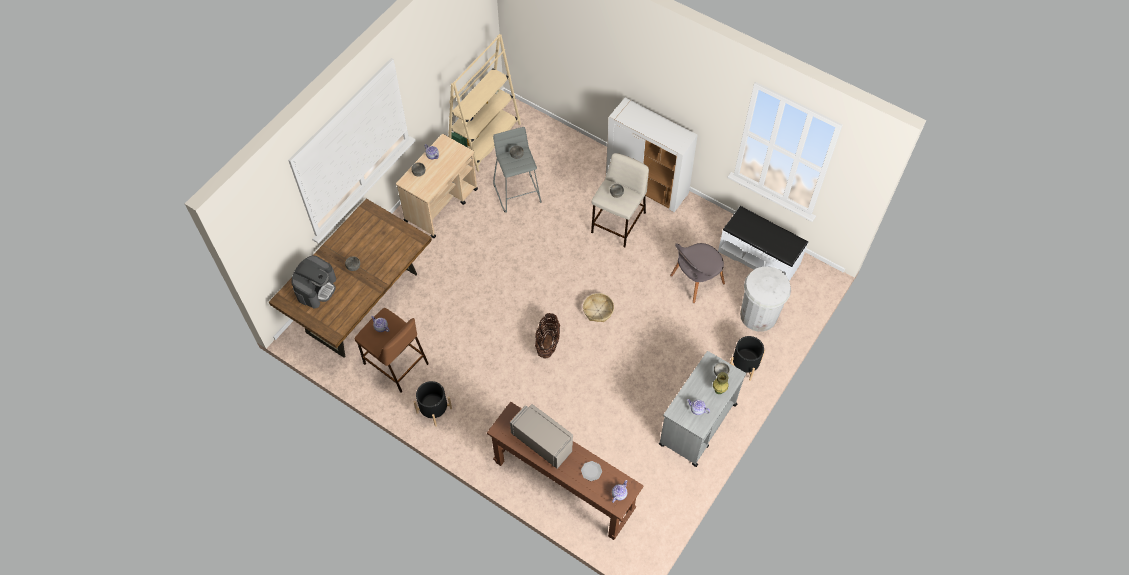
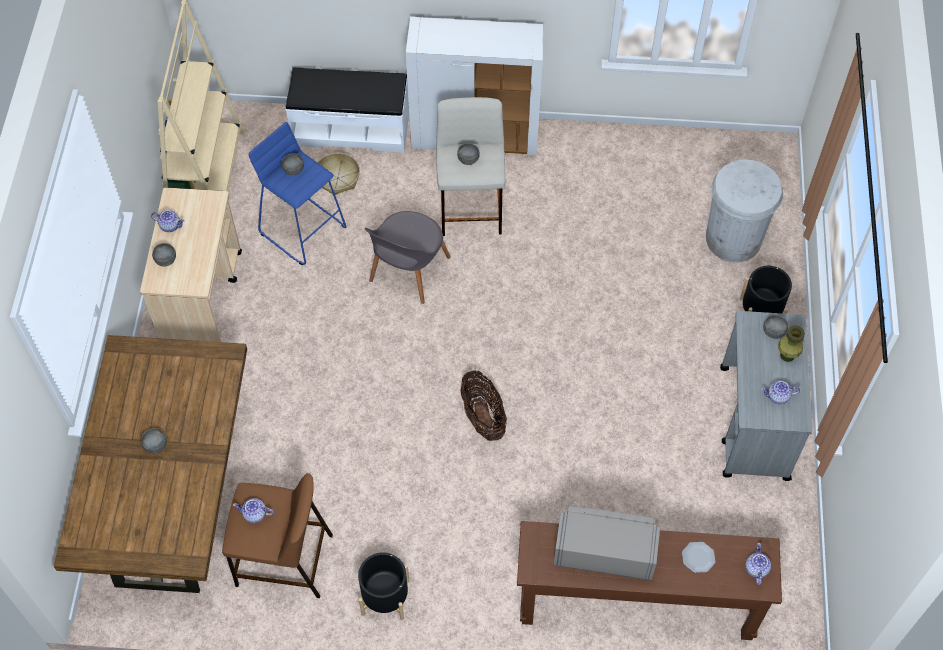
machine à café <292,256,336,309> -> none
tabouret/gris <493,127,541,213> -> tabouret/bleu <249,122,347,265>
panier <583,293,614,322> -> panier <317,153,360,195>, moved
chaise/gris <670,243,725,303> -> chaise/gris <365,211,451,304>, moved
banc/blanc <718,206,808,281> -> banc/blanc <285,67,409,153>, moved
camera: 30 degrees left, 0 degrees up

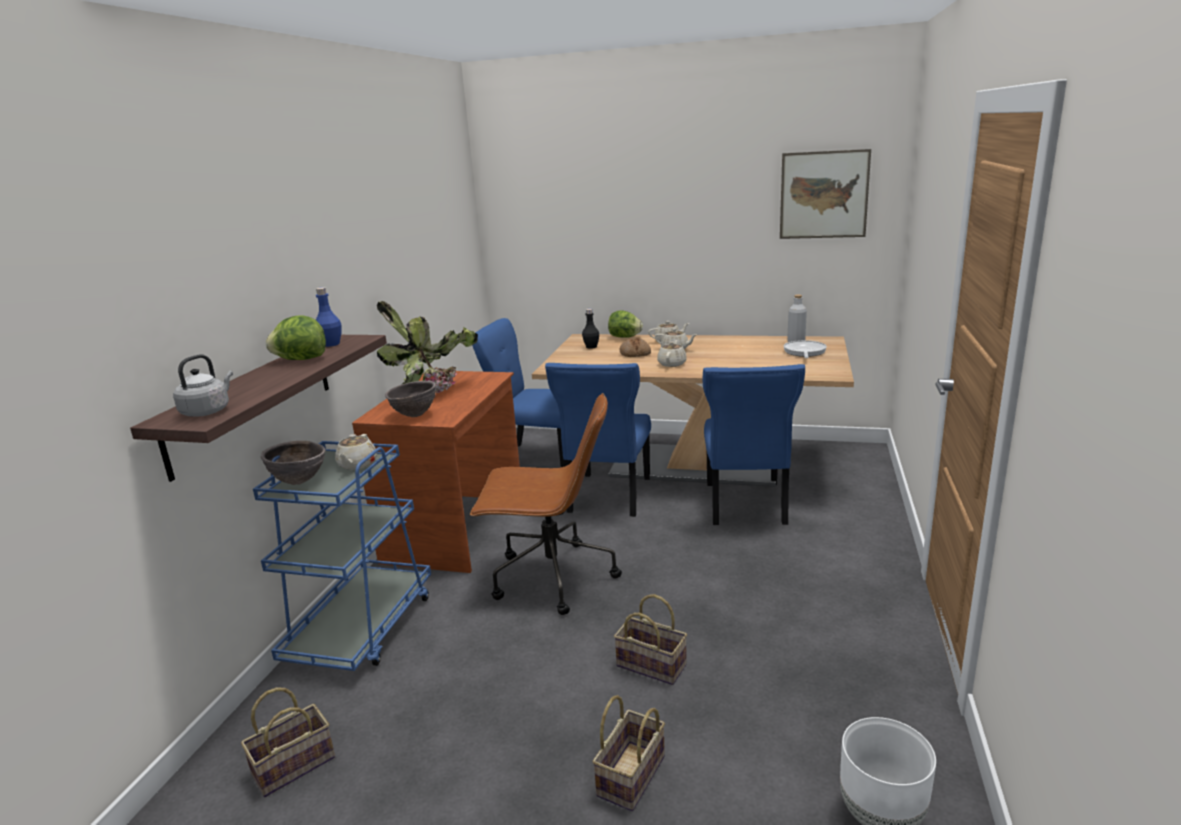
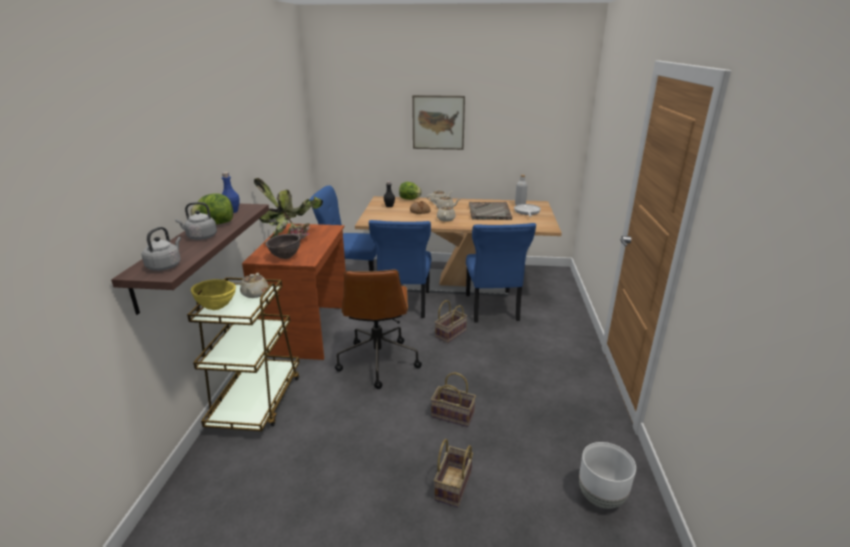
panier <241,687,335,797> -> panier <435,300,467,343>, moved
chariot/bleu <253,441,431,671> -> chariot/marron <187,277,300,431>
bol/marron <261,441,326,485> -> bol/jaune <191,279,236,310>
chaise de bureau/marron <470,393,622,615> -> chaise de bureau/marron <335,270,422,389>, 90 degrees clockwise
tableau <780,149,871,239> -> tableau <412,95,465,150>, moved
none -> bouilloire/gris <175,202,217,240>
none -> plateau/gris <469,202,512,220>
camera: 10 degrees left, 5 degrees up

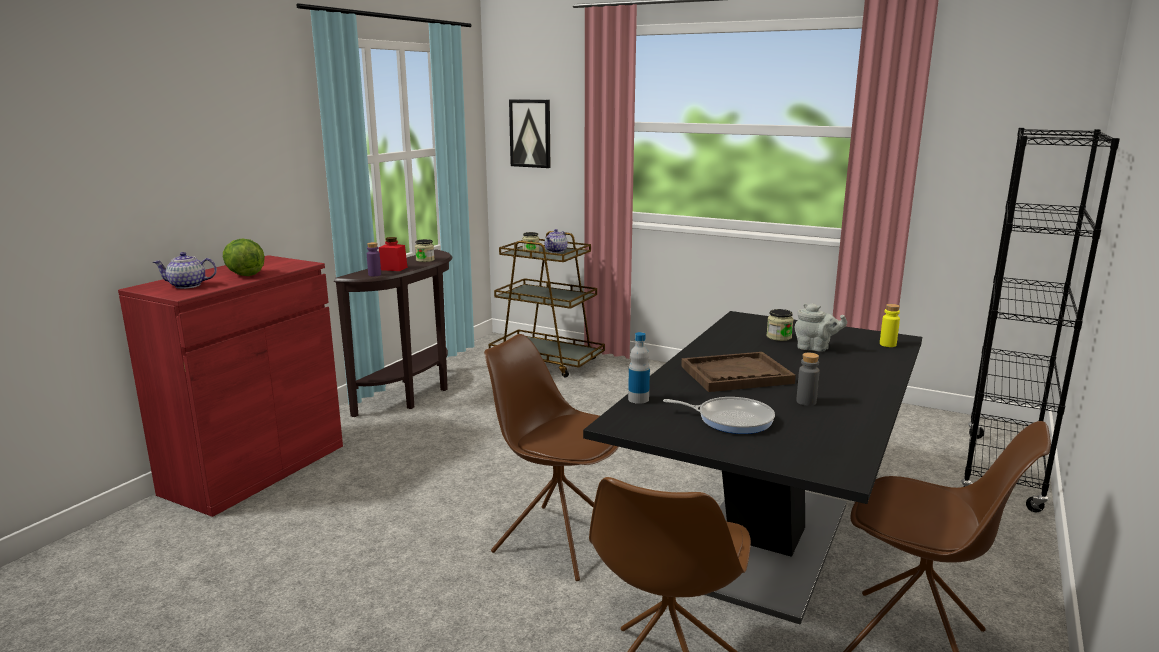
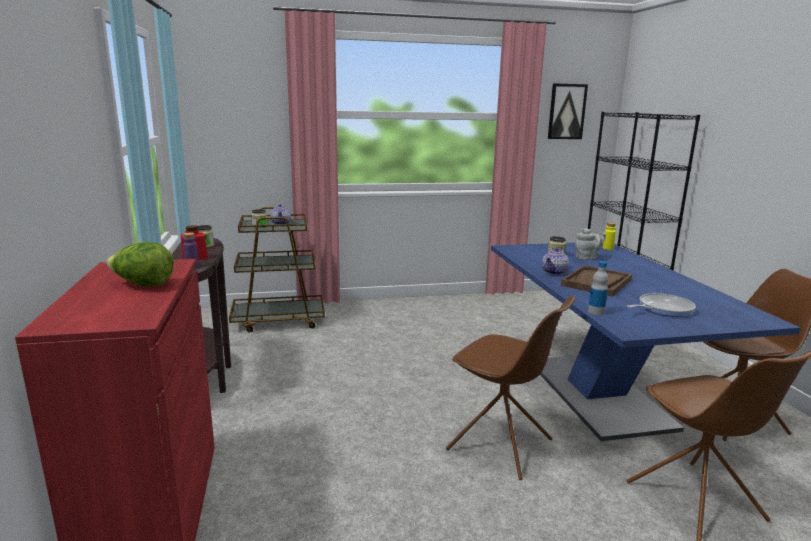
théière <153,252,217,289> -> théière <542,248,569,275>, moved
chaise/marron <484,334,619,581> -> chaise/marron <446,295,575,480>, 135 degrees counterclockwise
tableau <509,99,550,168> -> tableau <548,83,588,139>, moved
table à manger/noir <583,311,922,624> -> table à manger/bleu <491,243,801,441>
bouteille/gris <796,353,820,406> -> none
camera: 40 degrees left, 0 degrees up

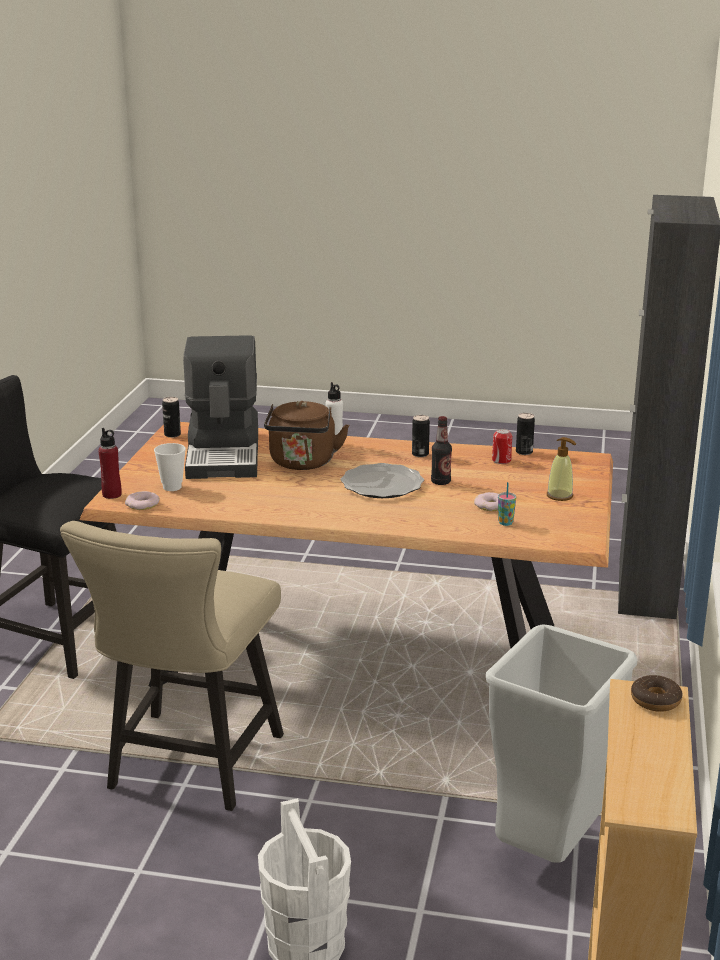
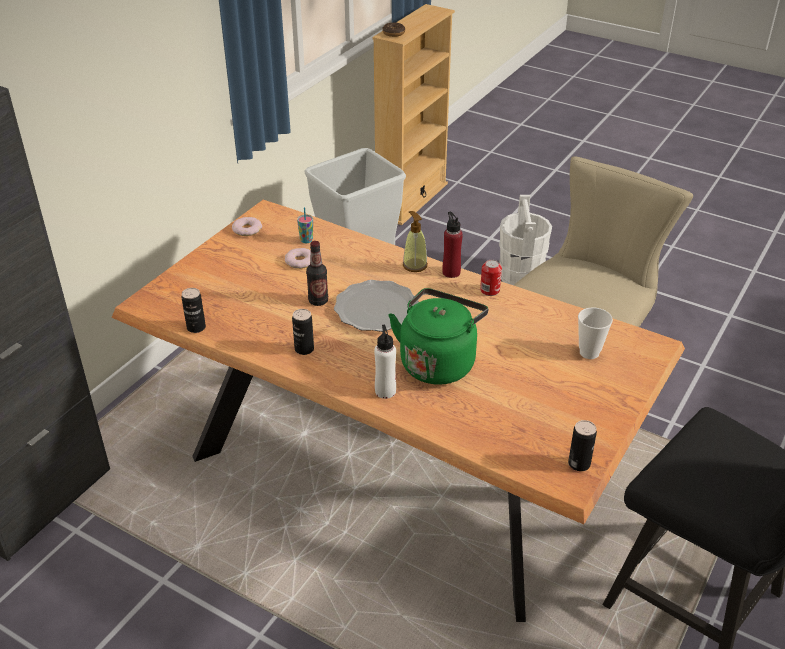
bouteille/rouge <98,428,122,499> -> bouteille/rouge <442,212,463,278>, moved
beignet <125,491,160,510> -> beignet <232,217,262,236>, moved
machine à café <183,335,258,479> -> none
bouilloire/marron <264,401,349,470> -> bouilloire/vert <388,288,488,385>
boîte métallique <492,429,512,464> -> boîte métallique <480,260,502,296>, moved
distributeur de savon <547,437,576,501> -> distributeur de savon <403,211,428,272>, moved
camera: 160 degrees left, 15 degrees up

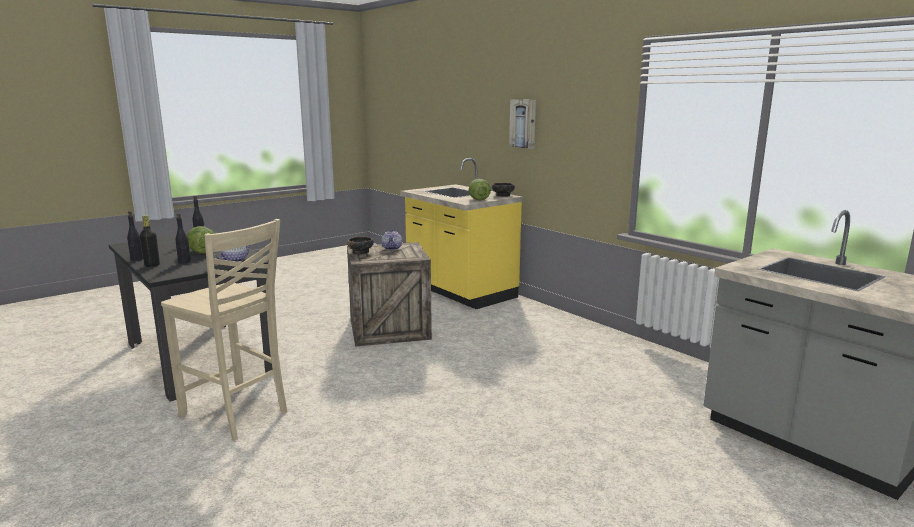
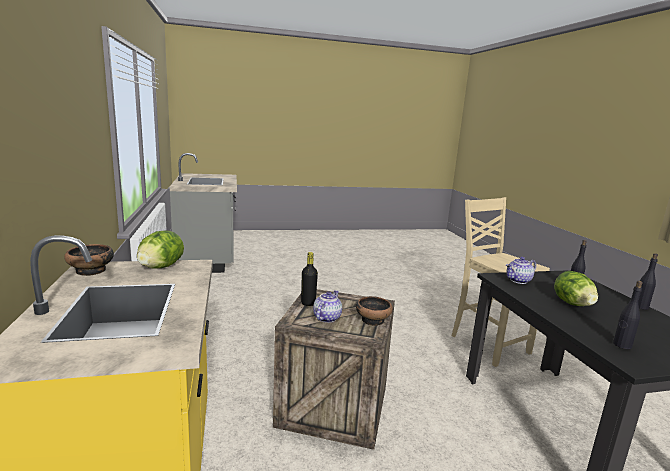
bouteille/noir <140,215,160,267> -> bouteille/noir <301,252,318,306>, moved
tableau <509,99,536,149> -> none
camera: 155 degrees left, 0 degrees up

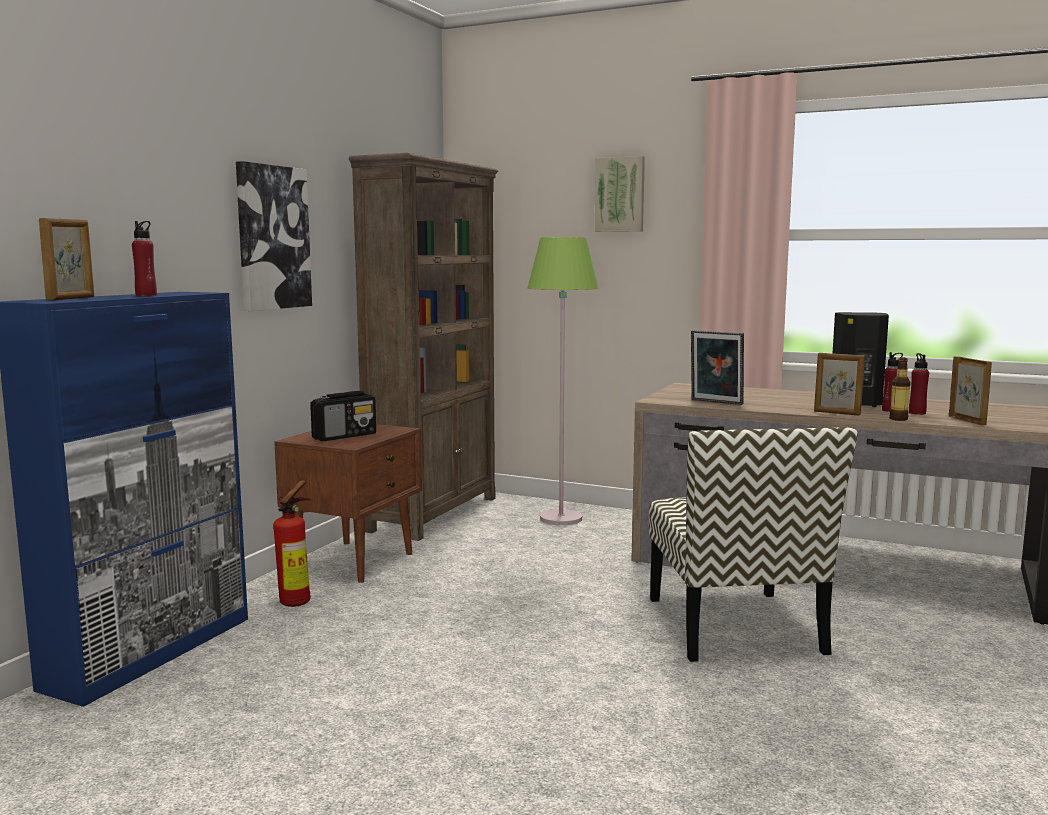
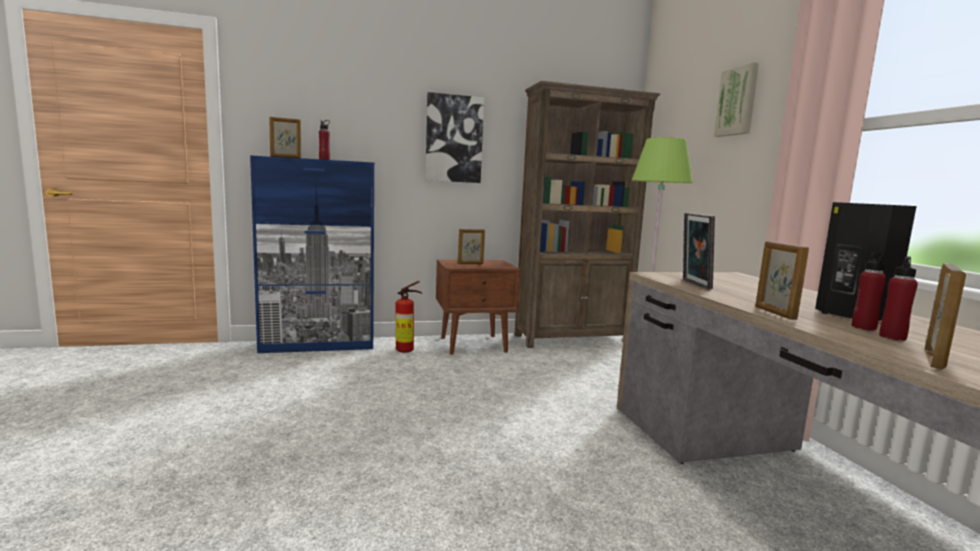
radio <310,391,376,441> -> cadre photo <458,229,485,264>
chaise <649,428,858,662> -> none
bouteille <889,358,911,421> -> none
camera: 50 degrees right, 0 degrees up

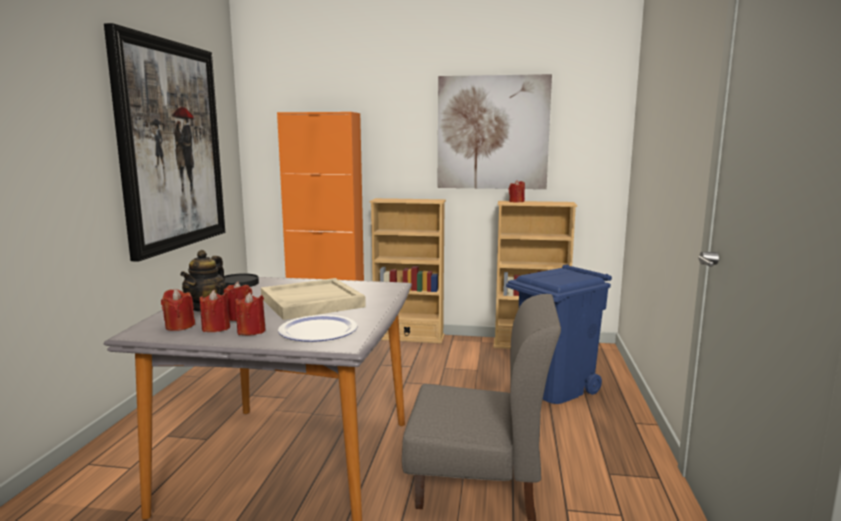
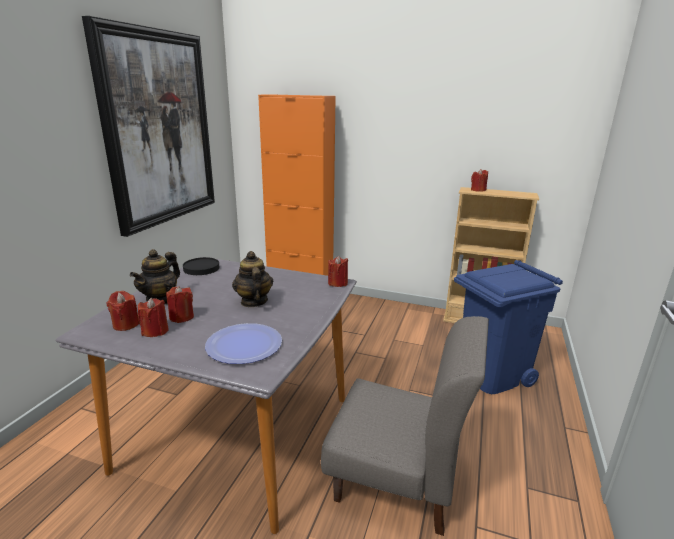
bougie/rouge <235,292,266,335> -> bougie/rouge <328,256,348,287>, moved
plateau/beige <261,278,366,320> -> théière <232,251,273,307>
bibliothèque/beige <369,198,446,344> -> none
tableau <438,74,552,189> -> none
camera: 10 degrees right, 10 degrees up

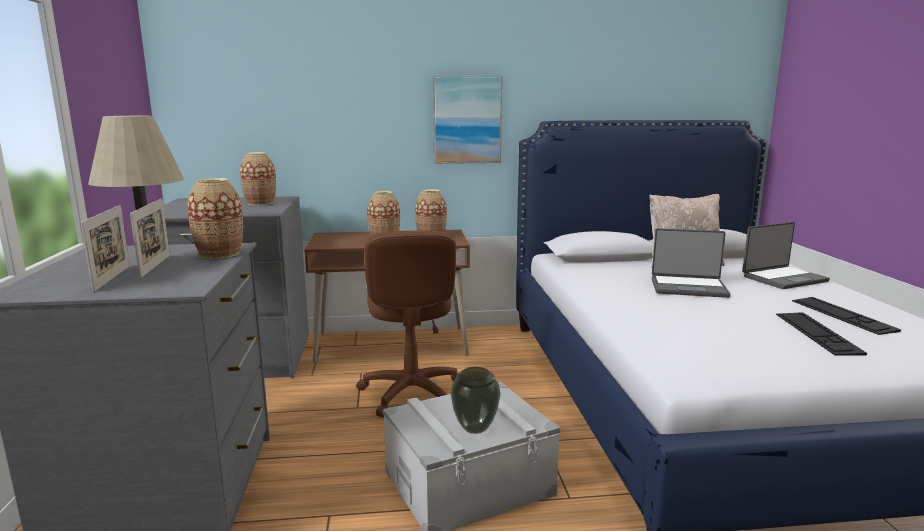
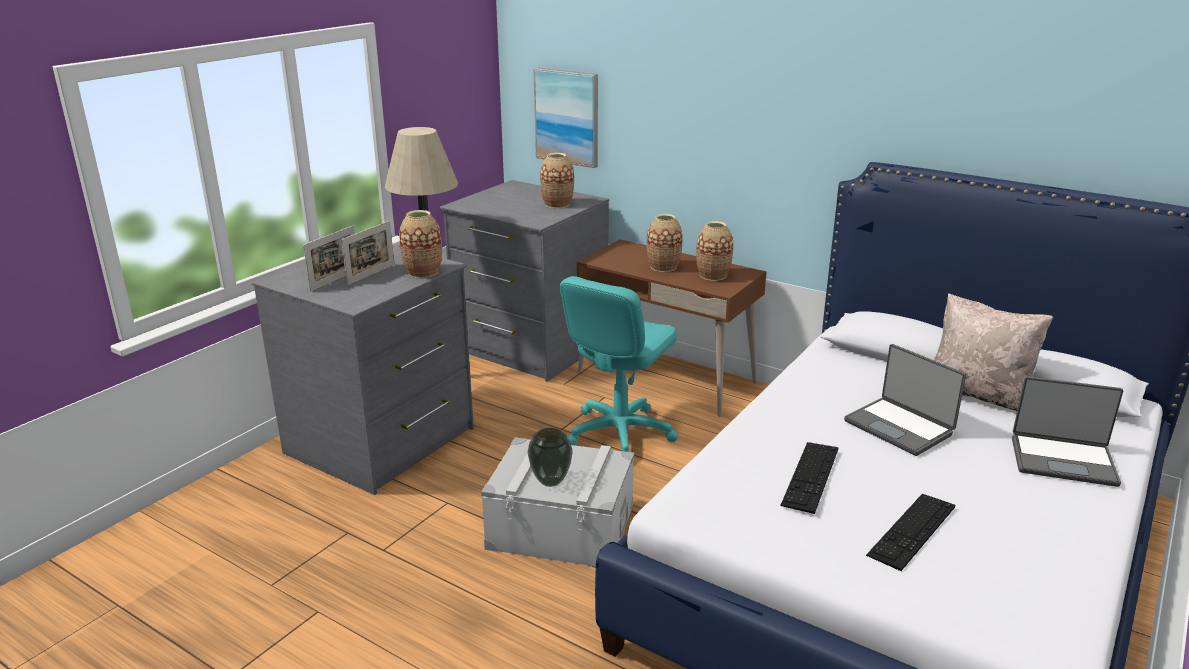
chaise de bureau/marron <356,231,458,417> -> chaise de bureau/turquoise <560,276,678,452>
tableau <433,75,502,164> -> tableau <533,67,598,168>, moved
clavier <792,297,901,335> -> clavier <780,442,839,514>, moved
camera: 40 degrees right, 10 degrees up

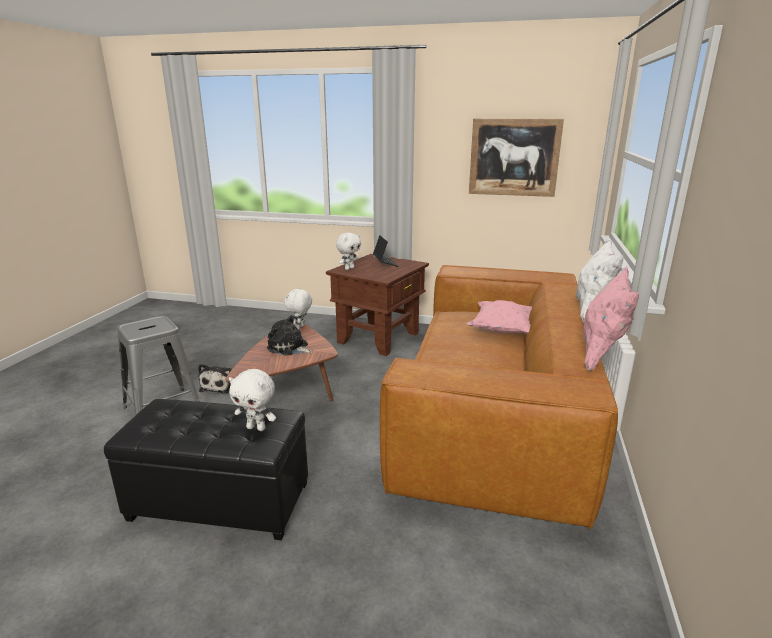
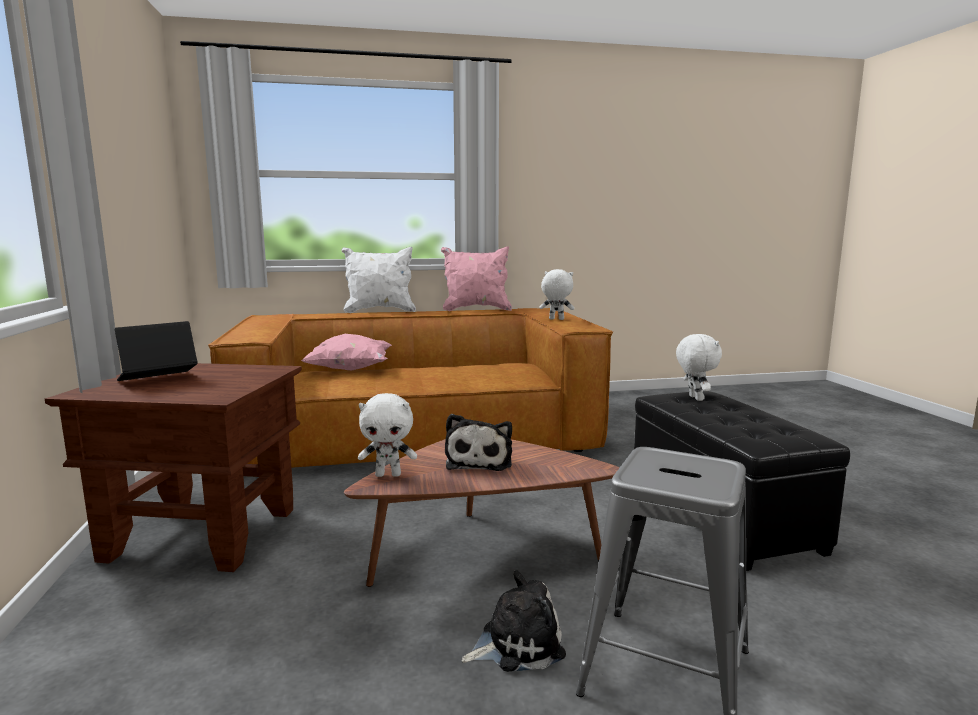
peluche/blanc <336,233,361,270> -> peluche/blanc <539,269,574,320>, moved
tableau <469,119,564,197> -> none
camera: 115 degrees left, 10 degrees down

